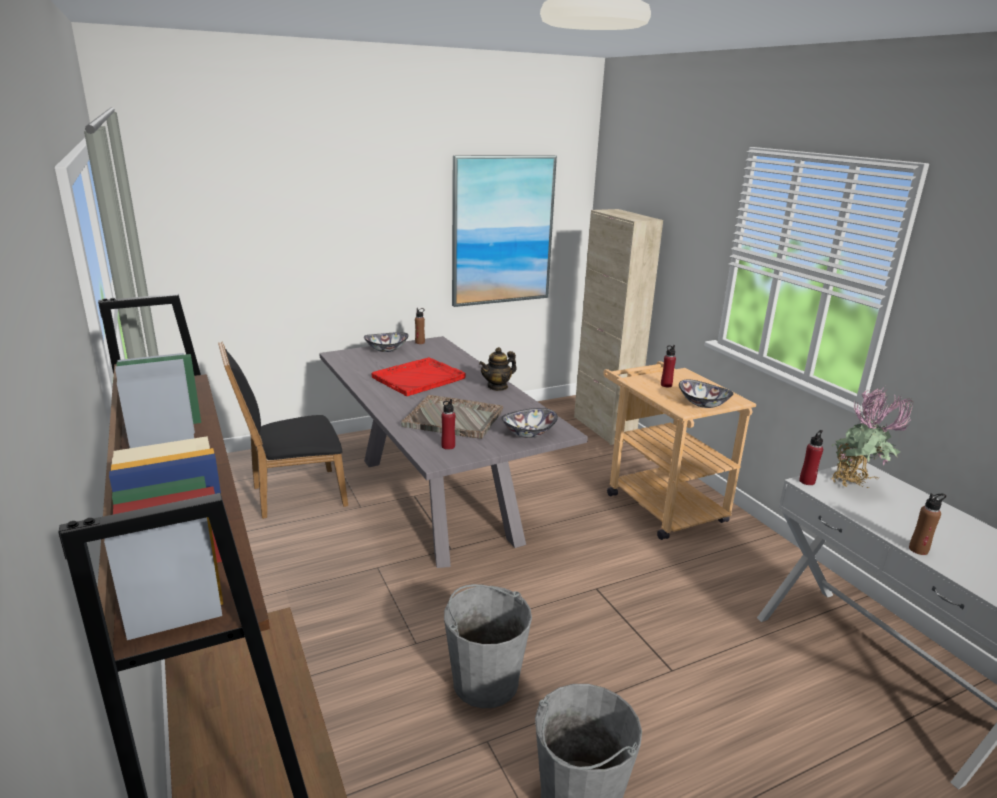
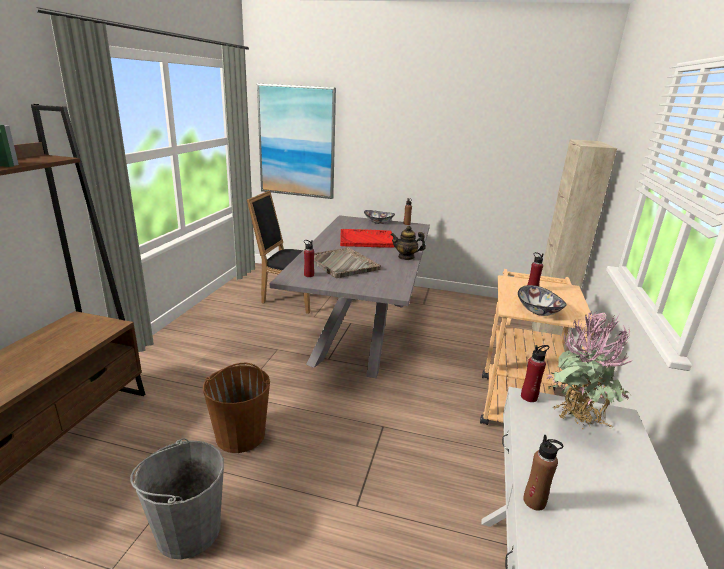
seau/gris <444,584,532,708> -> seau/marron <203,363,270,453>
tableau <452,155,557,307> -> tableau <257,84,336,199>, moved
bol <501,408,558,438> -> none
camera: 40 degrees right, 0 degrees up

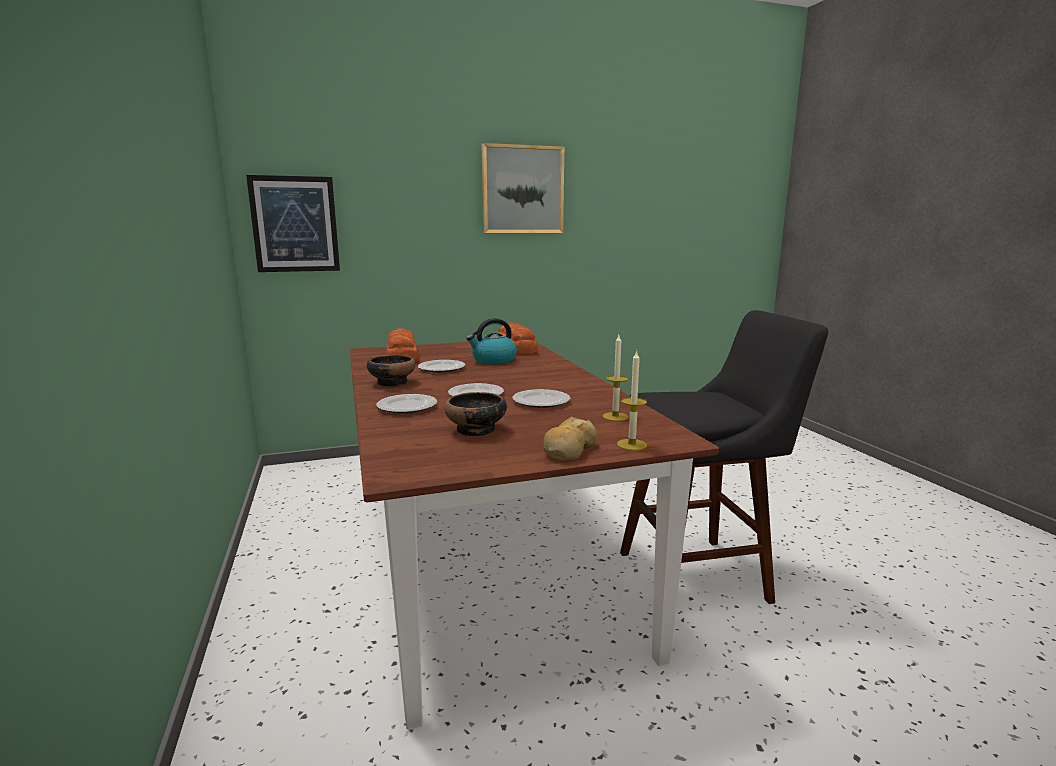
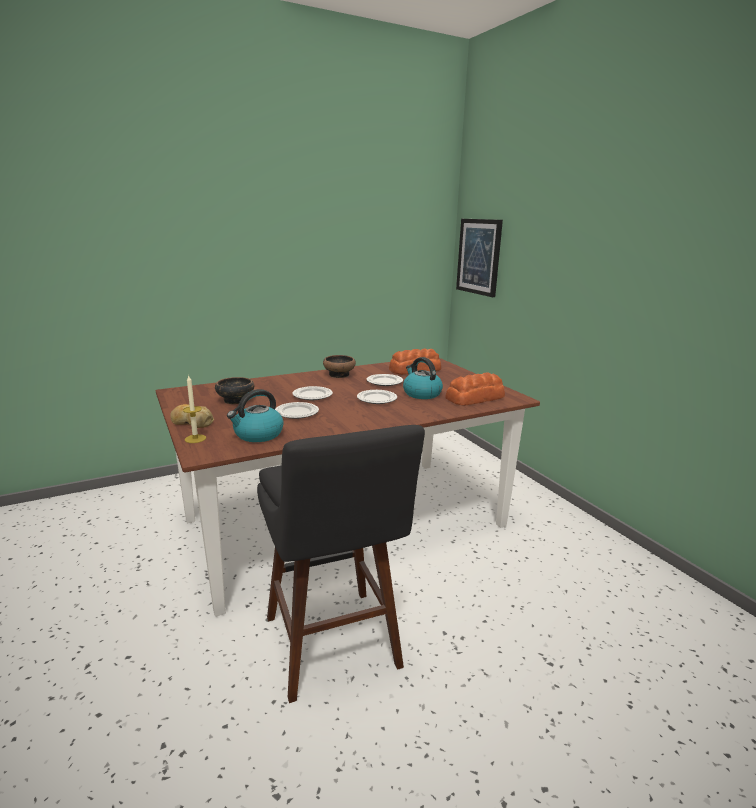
assiette <376,394,437,414> -> assiette <357,390,397,404>, moved
tableau <481,143,564,233> -> none
bougie <602,335,629,421> -> bouilloire <227,389,284,442>
camera: 80 degrees right, 5 degrees up

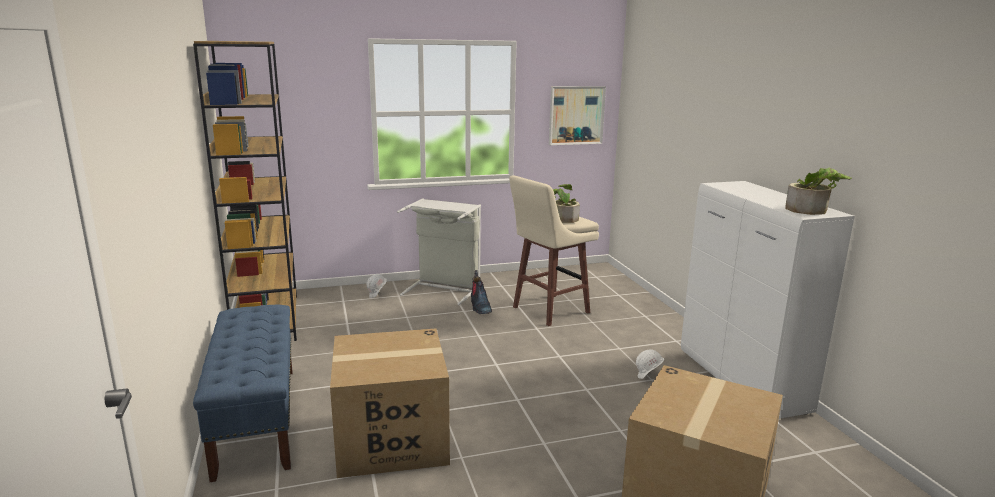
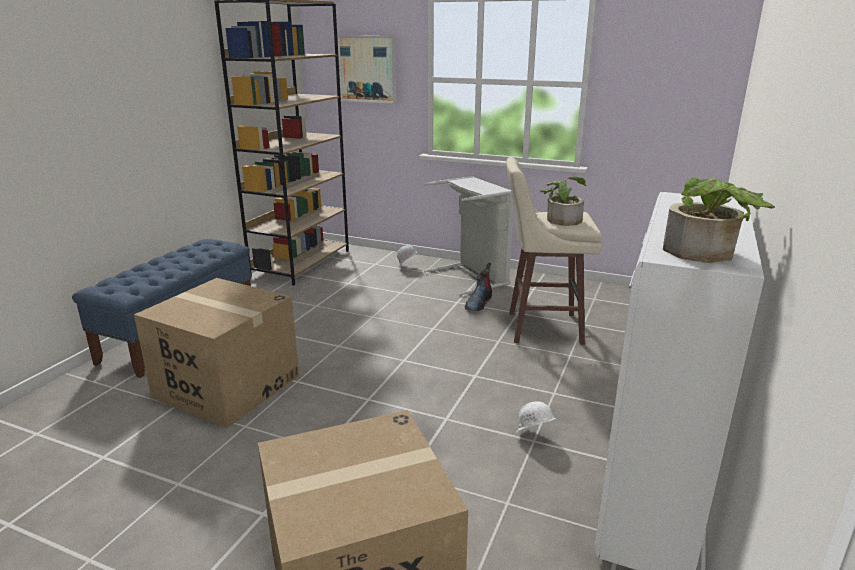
tableau <549,86,606,145> -> tableau <337,35,397,104>, moved
camera: 40 degrees right, 5 degrees up

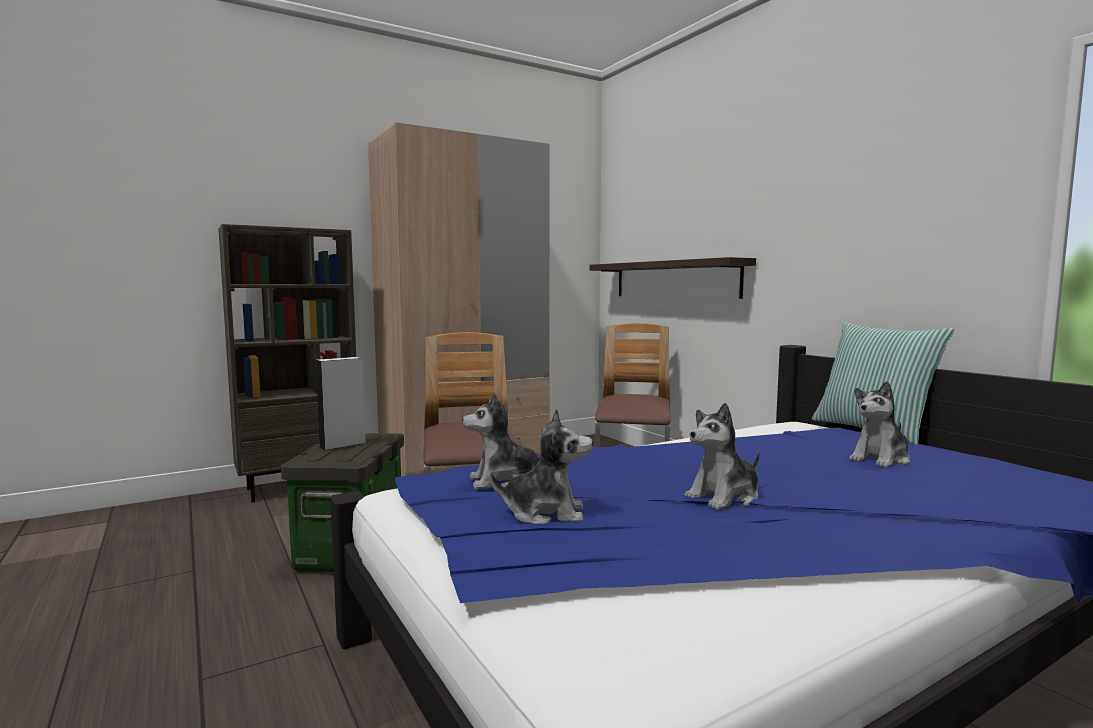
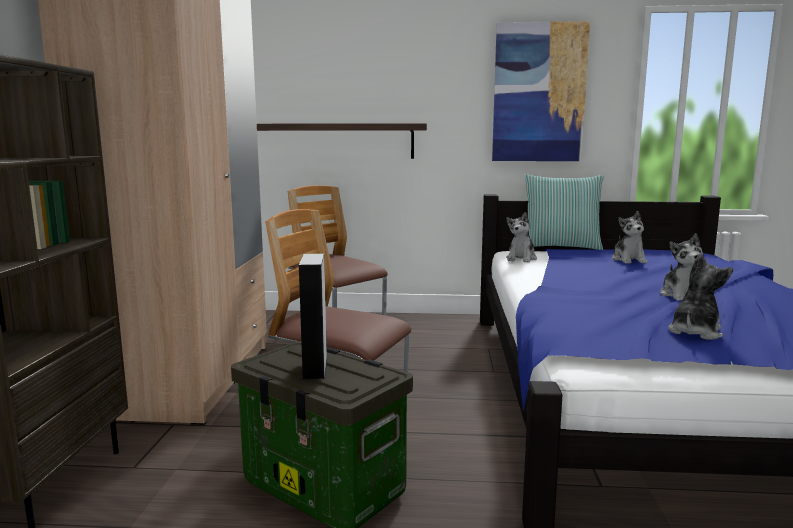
peluche <462,393,541,489> -> peluche <506,212,537,263>, moved
none -> tableau <492,21,590,161>
camera: 55 degrees left, 5 degrees up

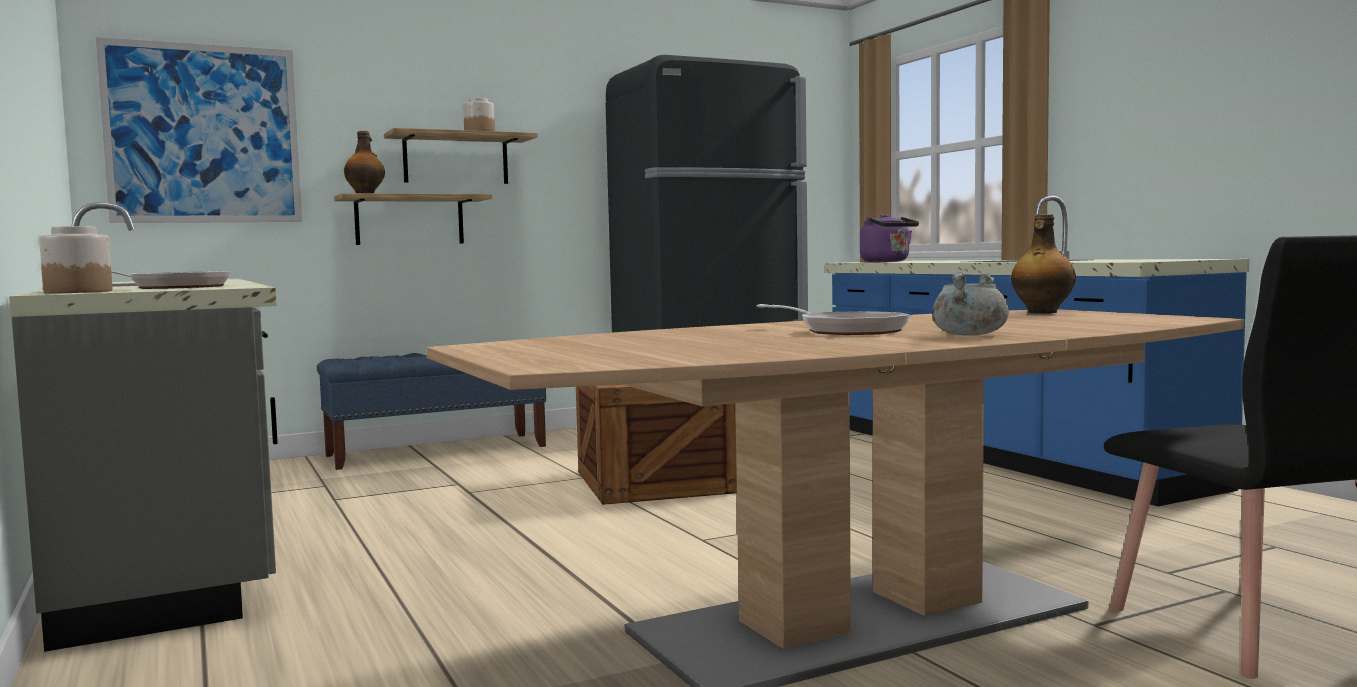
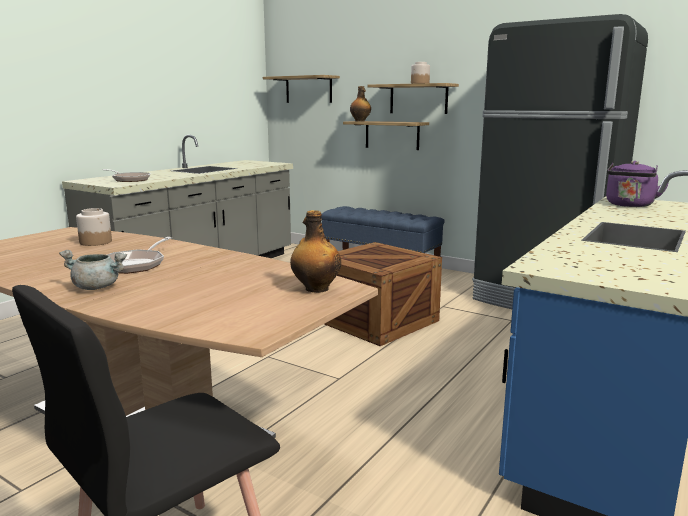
bocal <39,226,112,294> -> bocal <76,208,112,246>, moved
tableau <96,37,302,223> -> étagère <263,75,340,103>
camera: 60 degrees right, 10 degrees up

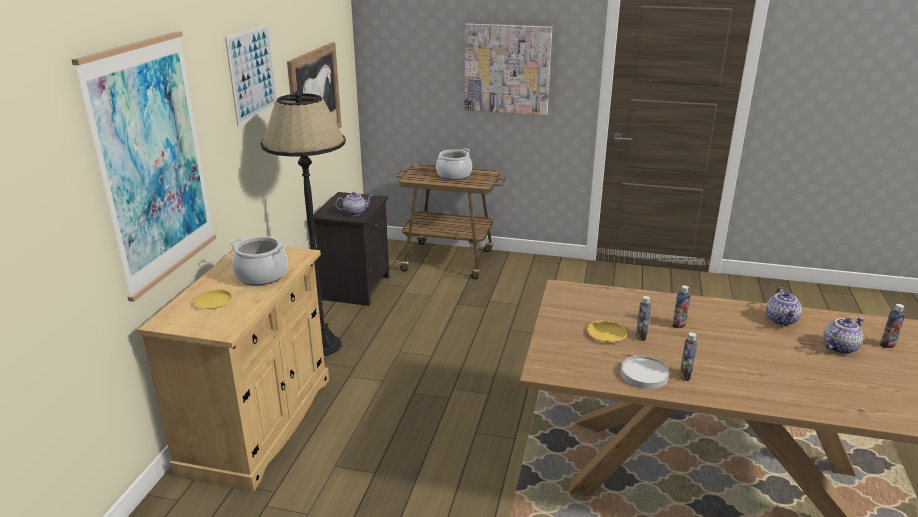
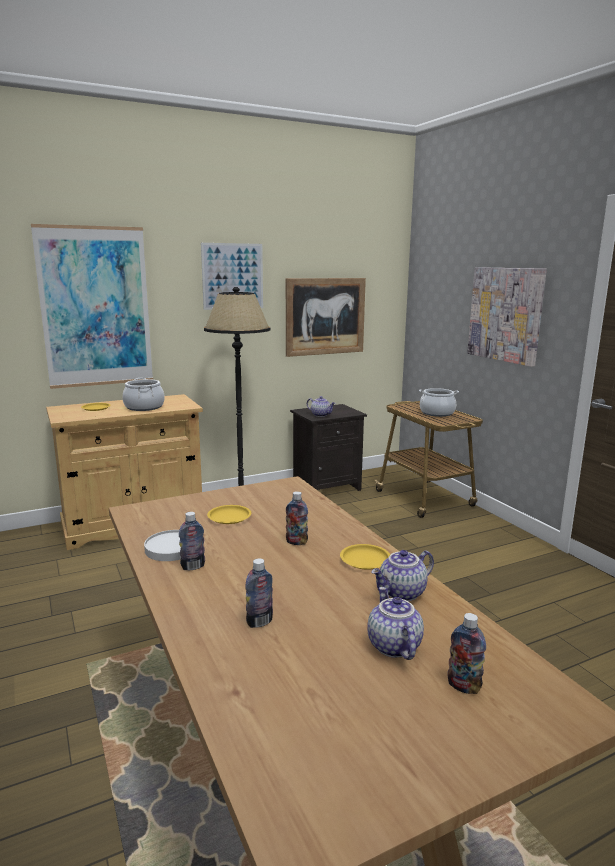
bouteille <636,296,651,341> -> bouteille <245,558,273,628>, moved
théière <823,317,864,354> -> théière <367,587,424,660>, 120 degrees counterclockwise
none -> assiette/jaune <340,544,390,570>
camera: 50 degrees right, 10 degrees down

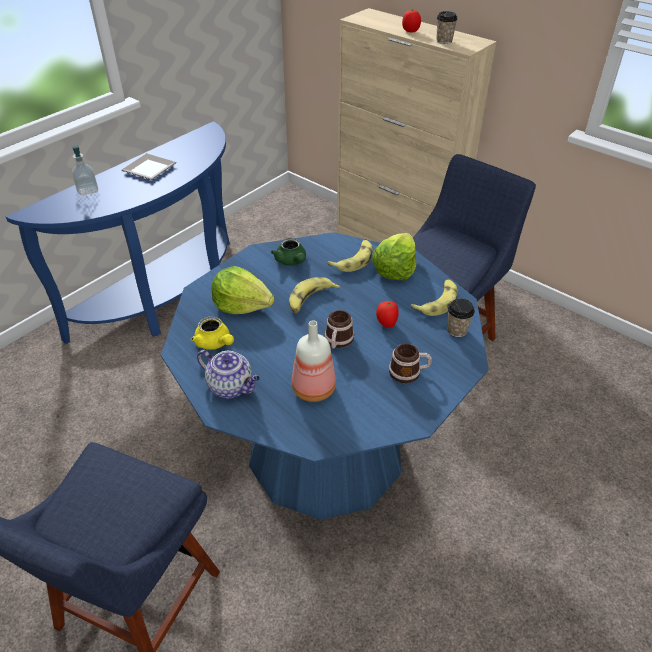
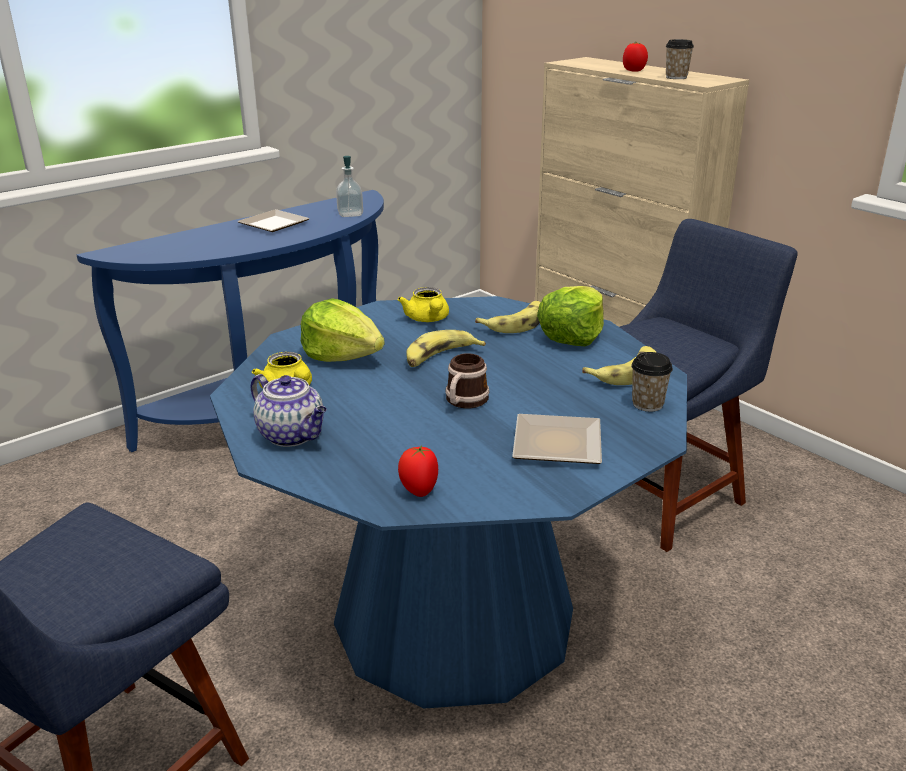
distributeur de savon <72,146,98,195> -> distributeur de savon <336,156,363,217>, moved
théière/vert <271,238,306,266> -> théière/jaune <398,287,449,322>
bouteille <292,320,336,402> -> none
tomate <376,300,399,328> -> tomate <398,445,438,497>, moved
mug <389,343,432,383> -> assiette <512,414,602,464>
camera: 10 degrees right, 15 degrees down

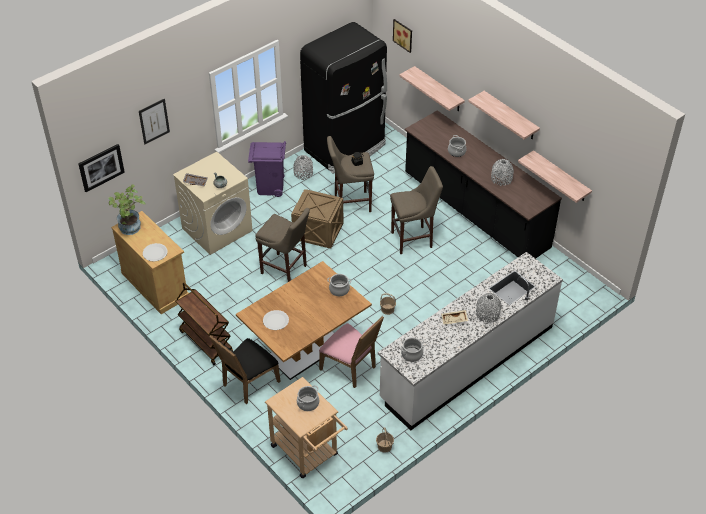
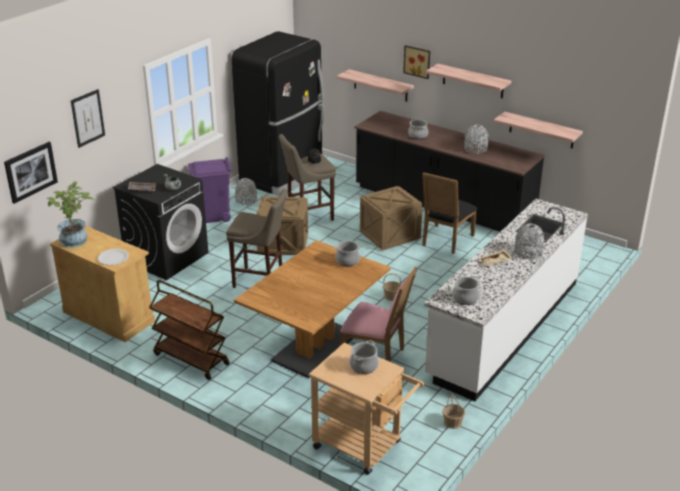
lave-linge/beige <173,152,253,255> -> lave-linge/noir <113,164,208,280>
chaise/noir <209,335,281,404> -> chaise/noir <422,172,477,254>, moved
assiette/blanc <263,310,289,330> -> none
tabouret/beige <390,166,443,254> -> caisse <360,186,423,250>
tableau <393,19,412,53> -> tableau <403,45,430,79>, moved
camera: 15 degrees left, 15 degrees down

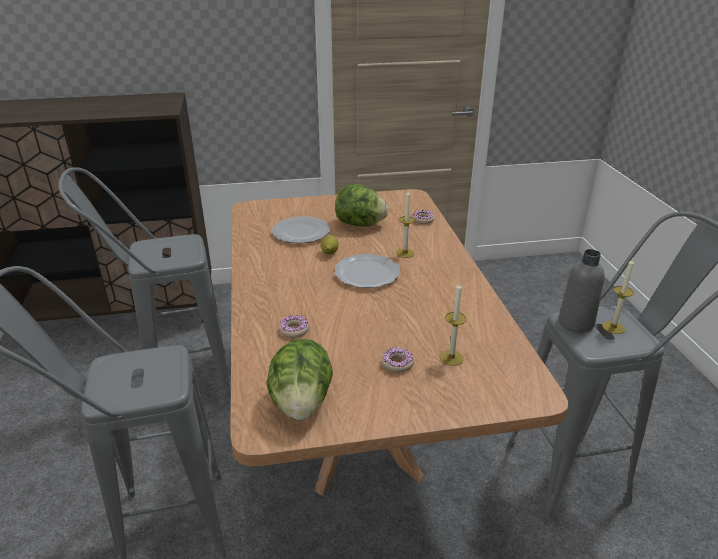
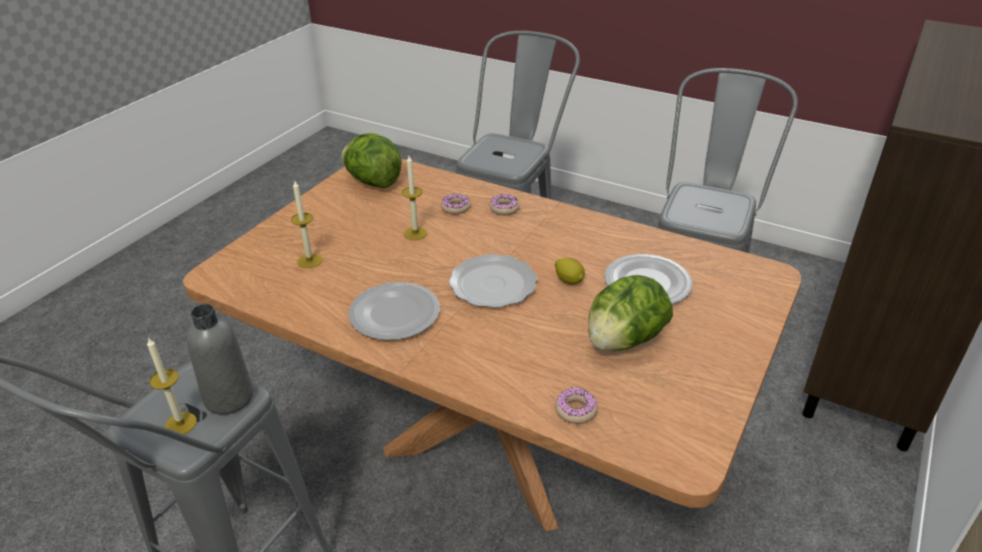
beignet <381,347,414,373> -> beignet <490,194,520,215>, moved
bougie <396,189,415,258> -> bougie <402,156,427,240>, moved
none -> assiette <348,282,440,340>
camera: 130 degrees right, 5 degrees up

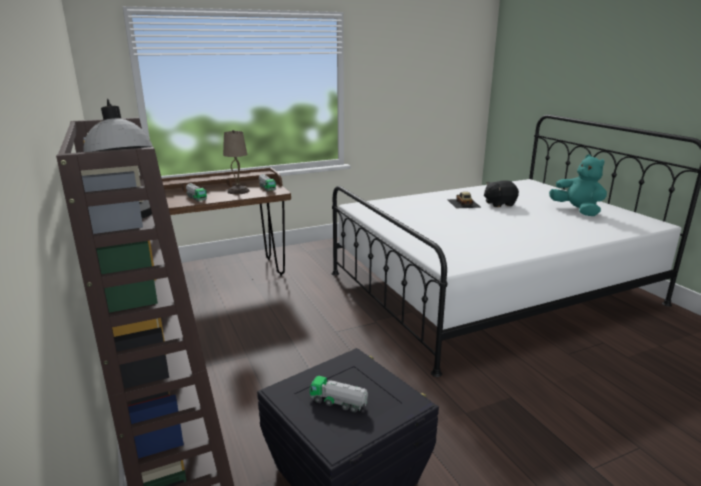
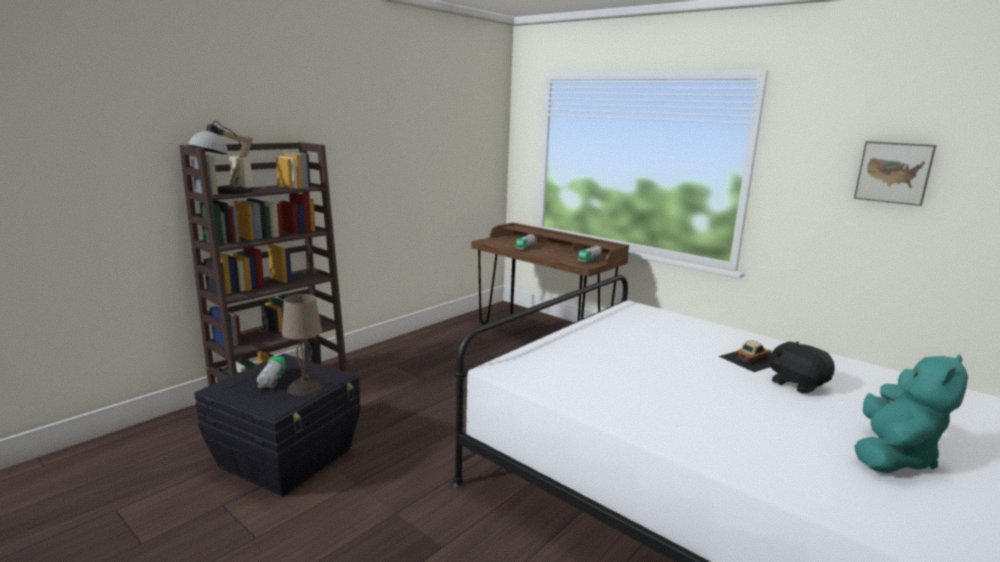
lampe de table/beige <223,130,250,194> -> lampe de table/beige <282,294,324,396>, moved
none -> tableau <854,141,936,206>
camera: 65 degrees right, 5 degrees down

